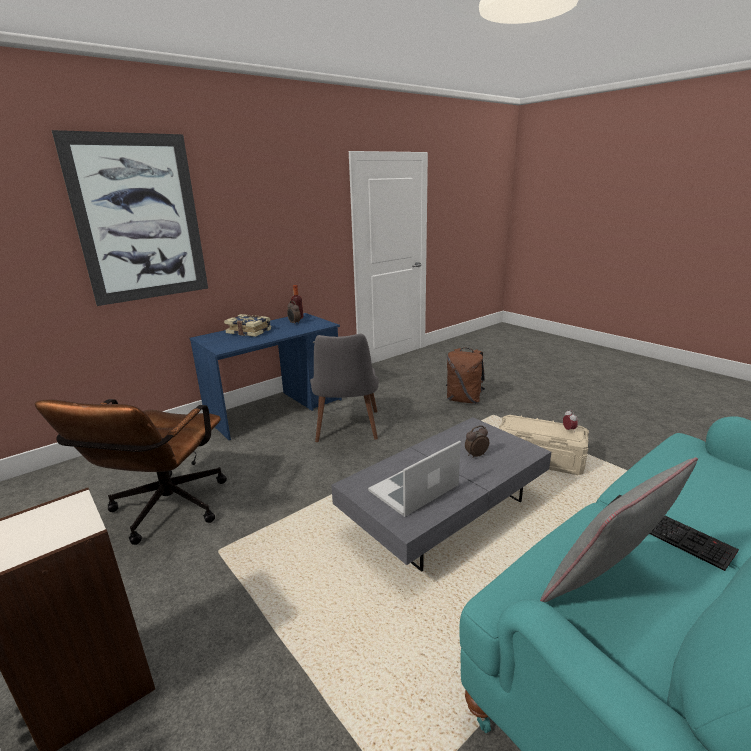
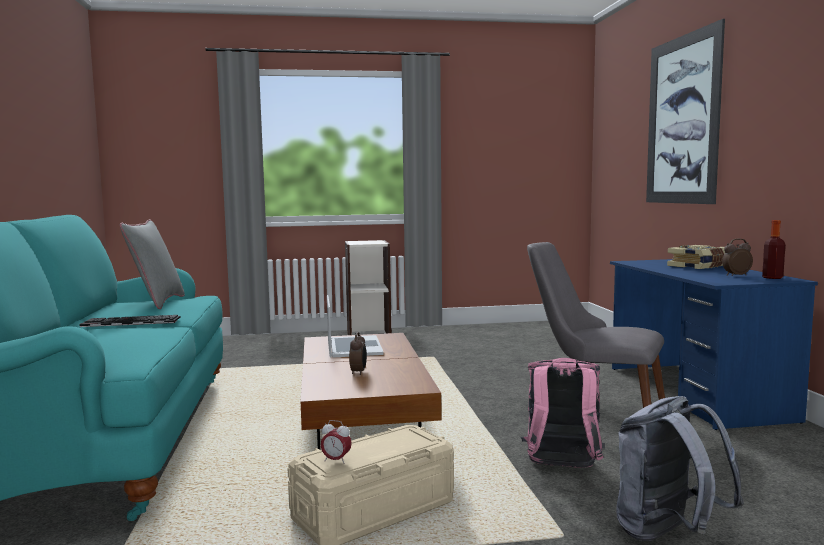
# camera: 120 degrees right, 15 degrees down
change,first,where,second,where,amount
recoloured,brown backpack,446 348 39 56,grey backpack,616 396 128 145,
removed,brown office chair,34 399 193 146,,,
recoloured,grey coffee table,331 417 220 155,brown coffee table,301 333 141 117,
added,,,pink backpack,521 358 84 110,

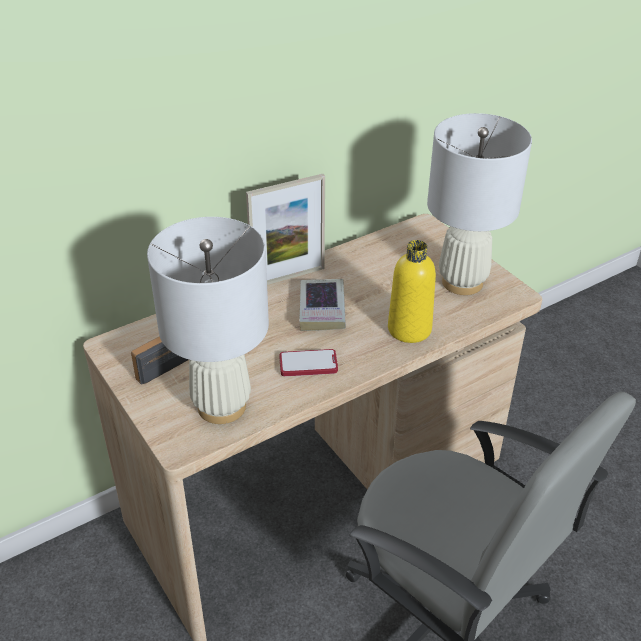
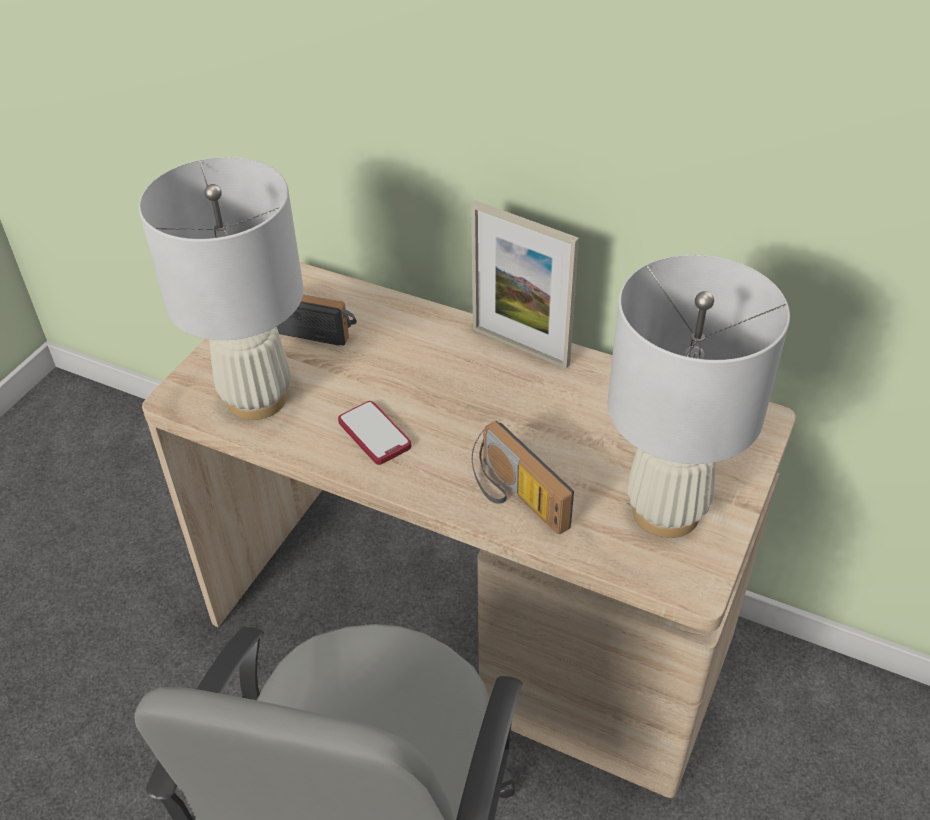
# camera: 60 degrees right, 5 degrees up
change,first,where,second,where,amount
replaced,yellow bottle,388 240 48 103,radio,472 421 102 113,
removed,book,299 279 47 52,,,

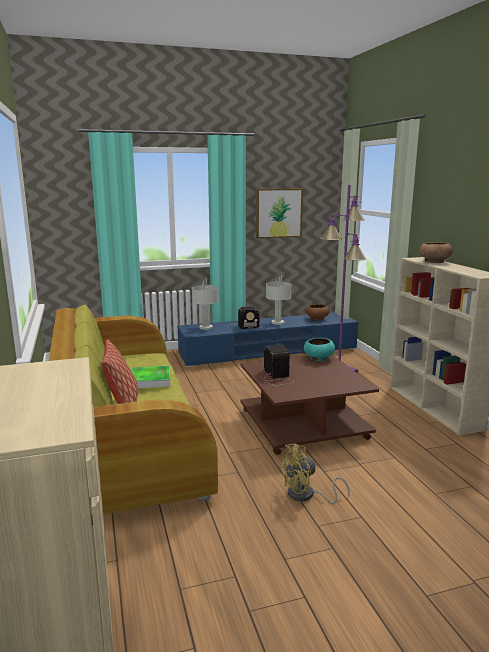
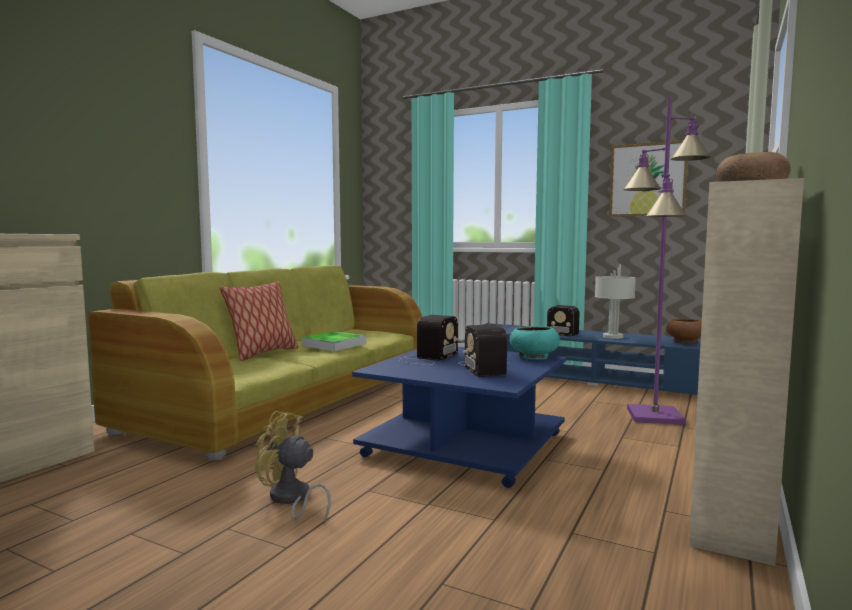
# camera: 45 degrees right, 10 degrees down
change,first,where,second,where,amount
removed,grey table lamp,192 279 27 51,,,
recoloured,brown coffee table,240 355 139 100,blue coffee table,352 347 214 141,
added,,,radio,458 325 49 52,

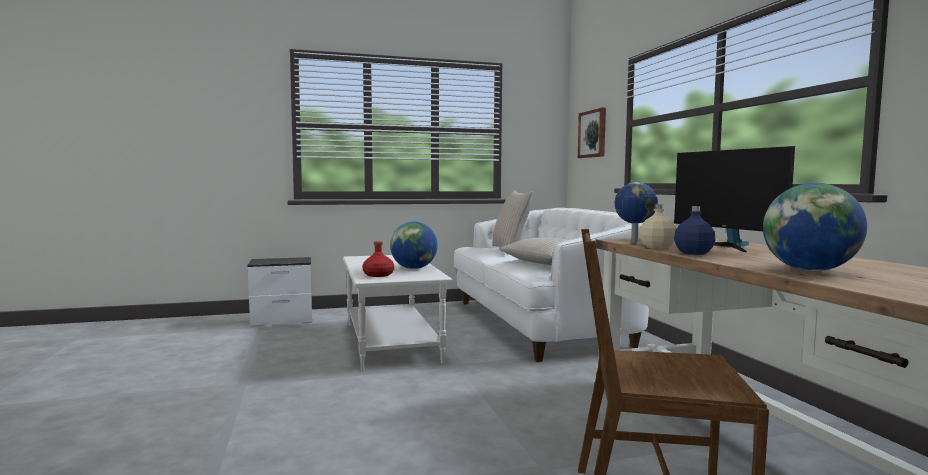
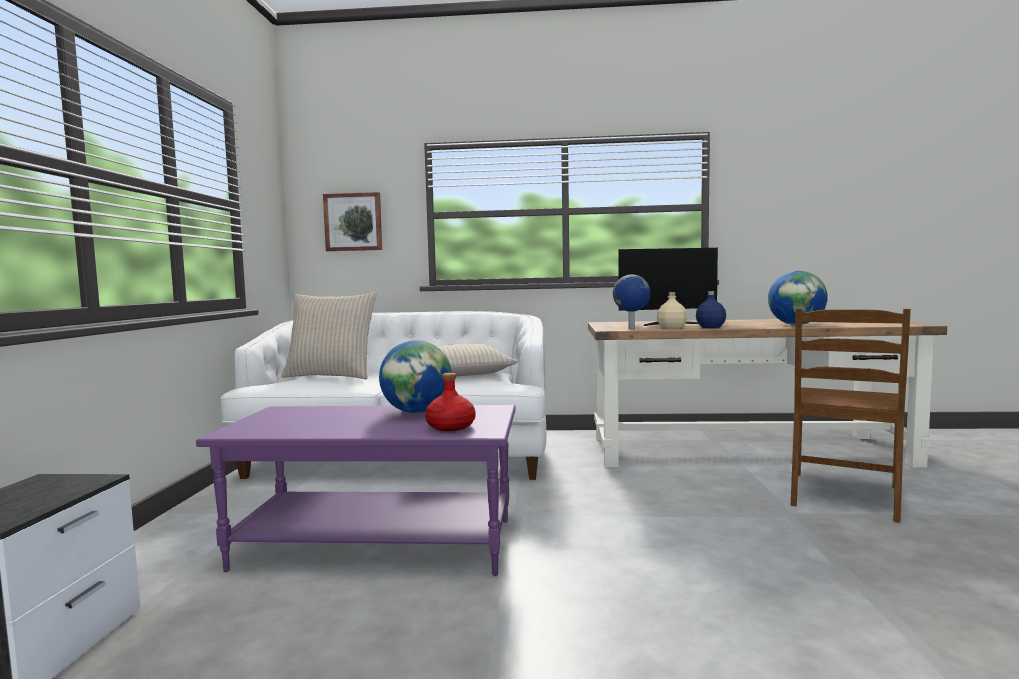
# camera: 70 degrees left, 0 degrees up
change,first,where,second,where,amount
recoloured,white coffee table,343 255 110 116,purple coffee table,196 405 320 171,

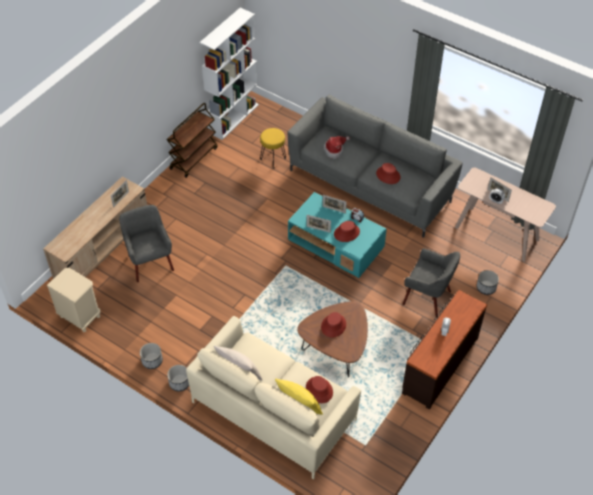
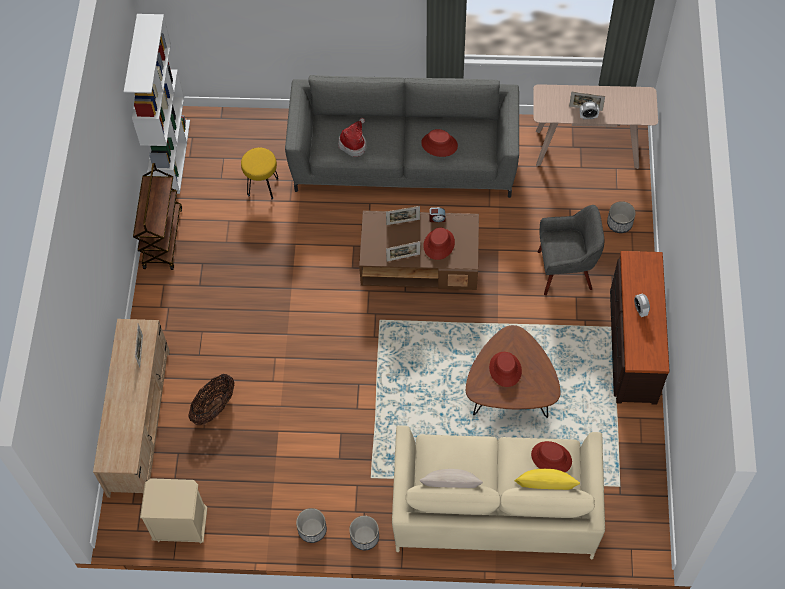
# camera: 30 degrees left, 10 degrees up
change,first,where,second,where,amount
recoloured,turquoise coffee table,288 192 99 86,brown coffee table,359 210 120 80,
replaced,grey armchair,119 205 55 77,basket,189 374 46 51,

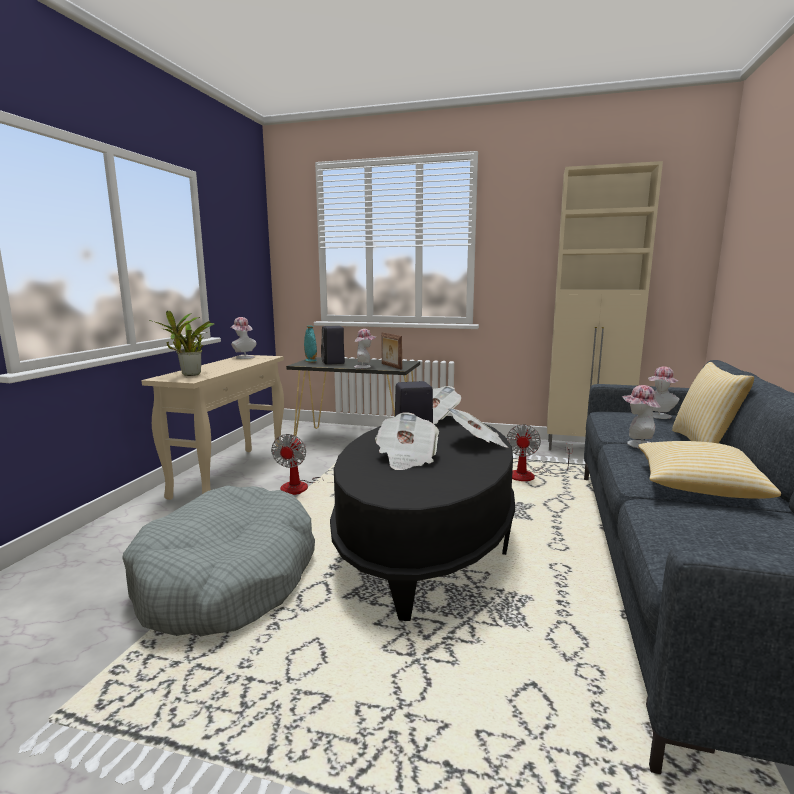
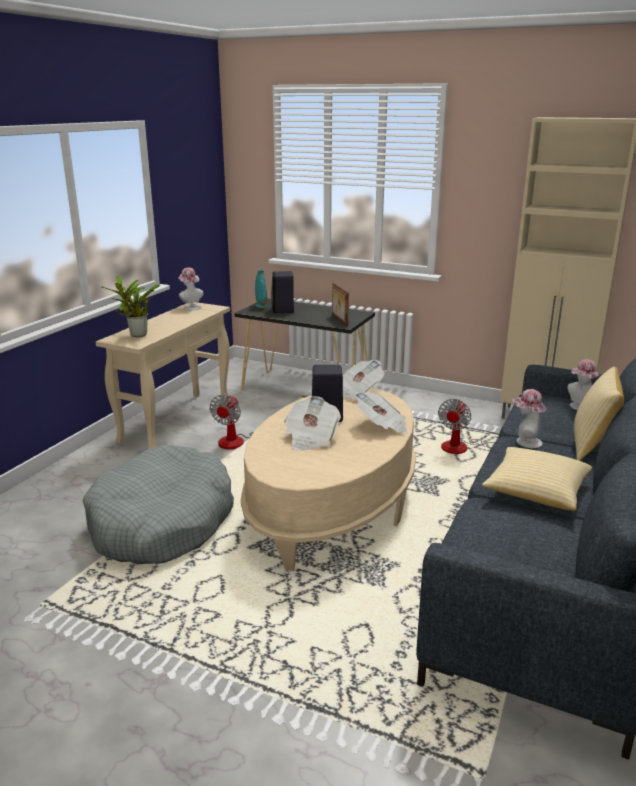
# camera: 10 degrees right, 10 degrees up
change,first,where,second,where,amount
removed,hat,354 329 22 39,,,
recoloured,black coffee table,330 416 185 205,beige coffee table,241 388 175 183,

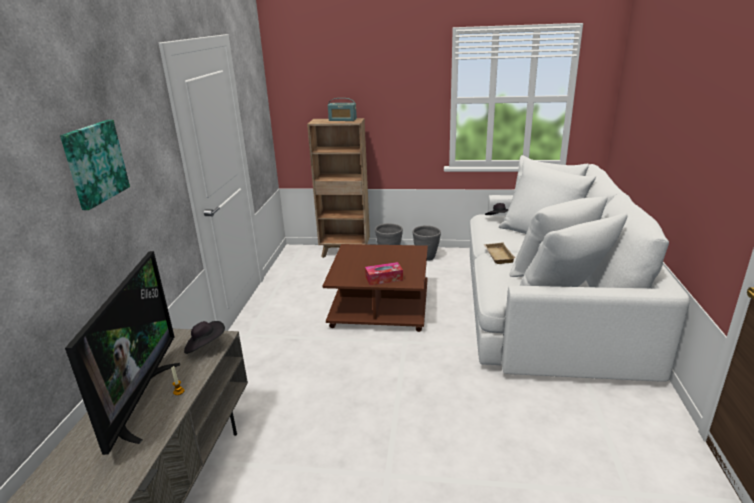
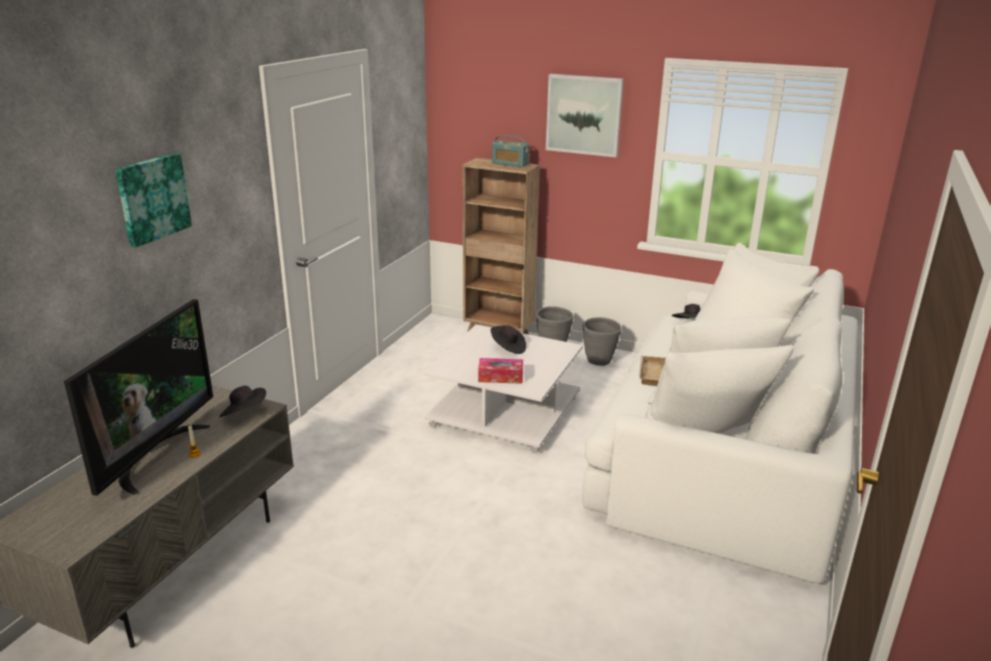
# camera: 15 degrees right, 0 degrees up
change,first,where,second,where,amount
recoloured,brown coffee table,323 244 105 88,white coffee table,423 324 160 129,
added,,,picture,546 74 78 83,
added,,,black hat,491 325 35 29,

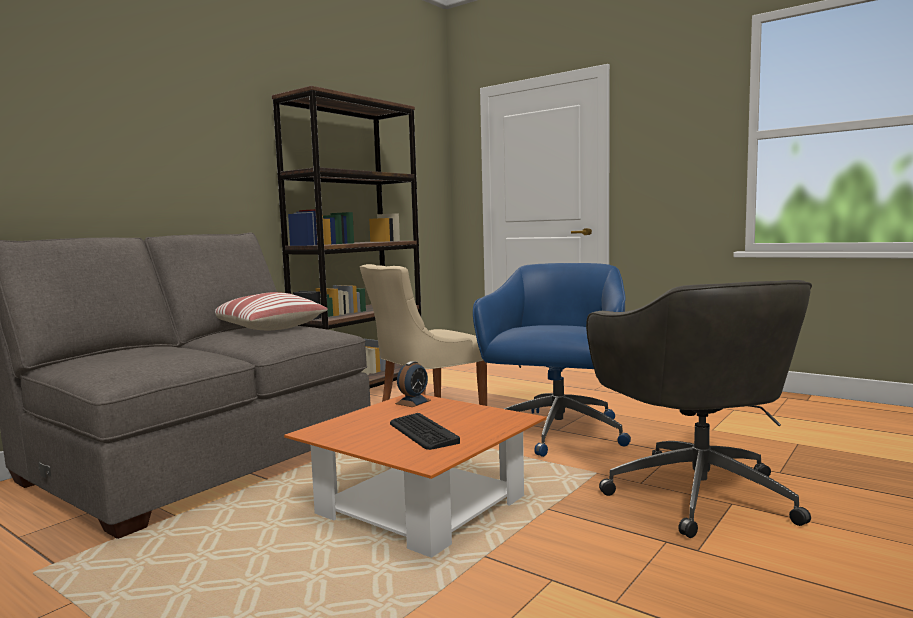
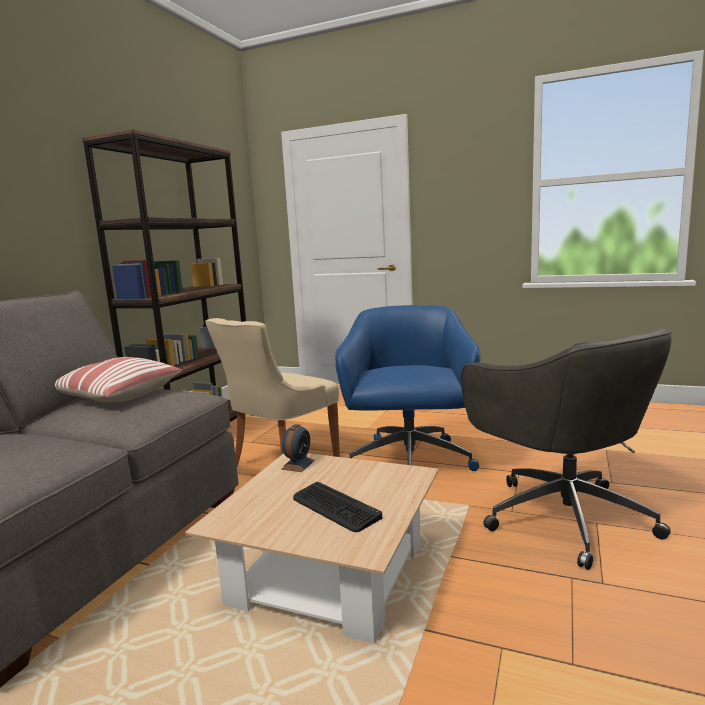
# camera: 15 degrees left, 5 degrees up
change,first,where,second,where,amount
recoloured,orange coffee table,284 394 262 164,beige coffee table,185 453 254 191,

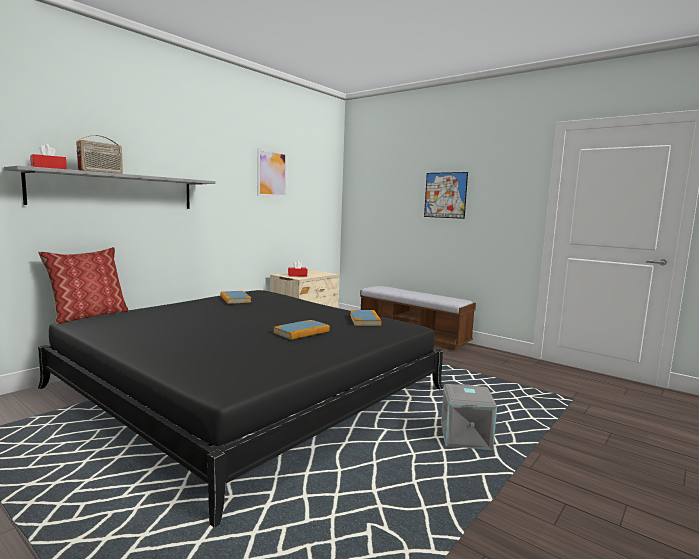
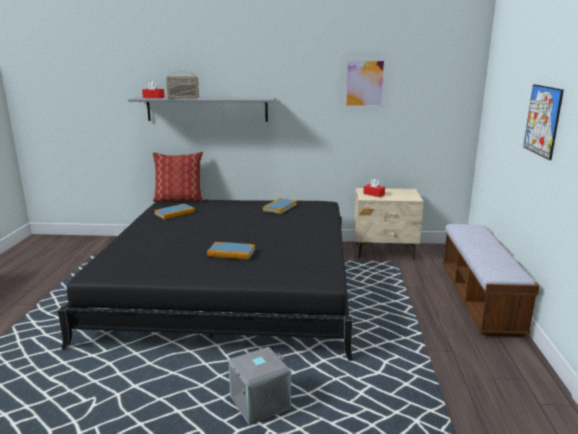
# camera: 55 degrees right, 10 degrees up
change,first,where,second,where,amount
moved,book,350 310 32 16,,154 204 41 16,

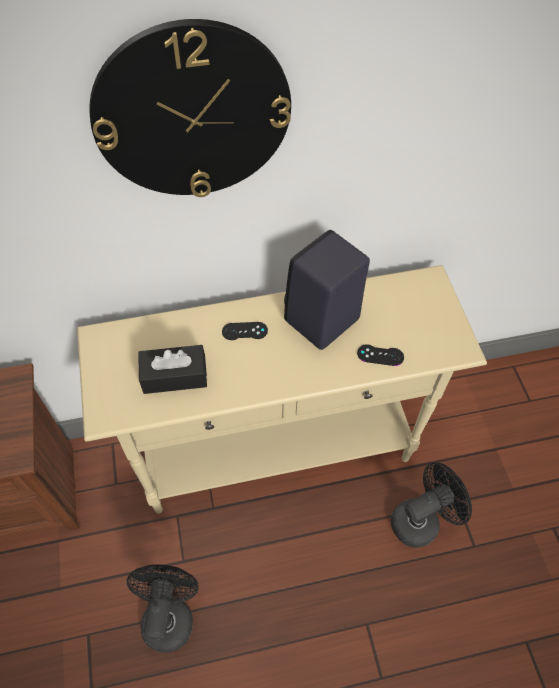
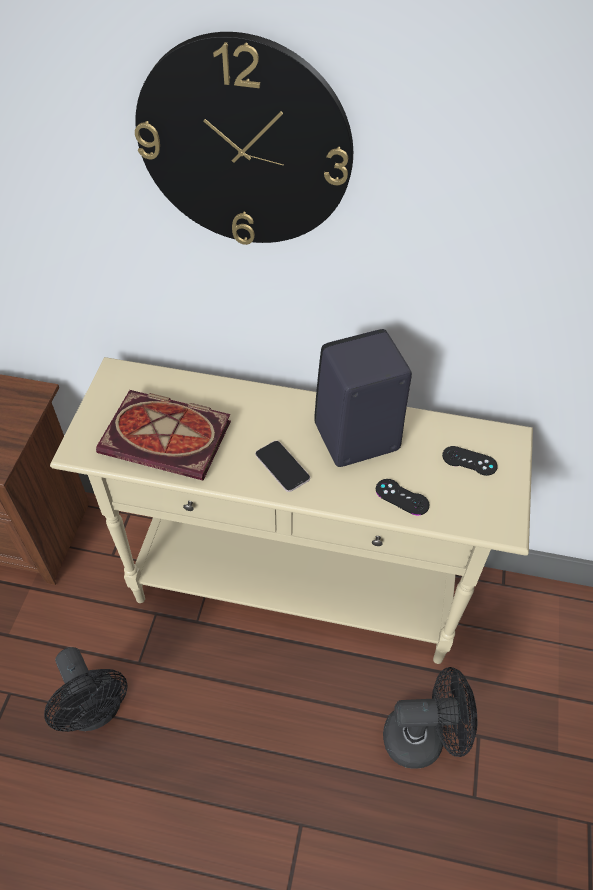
# camera: 25 degrees right, 5 degrees down
change,first,where,second,where,amount
moved,black game controller,222 322 46 18,,442 446 56 30,
replaced,black tissue box,138 345 69 49,book,96 390 135 90,
turned,black fan,127 564 72 88,,44 647 84 85,120 degrees clockwise
added,,,phone,255 441 55 51,

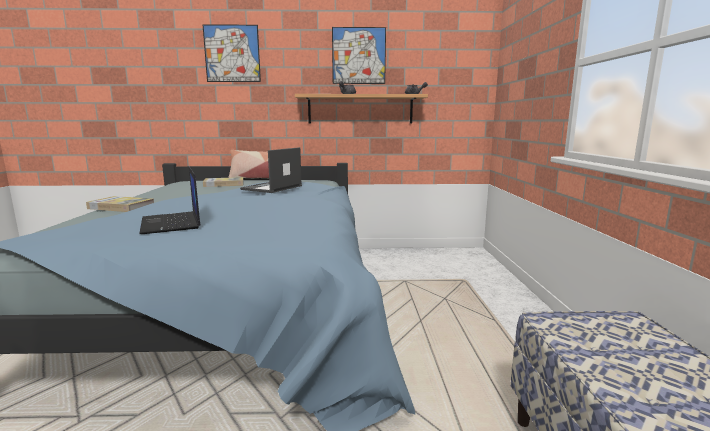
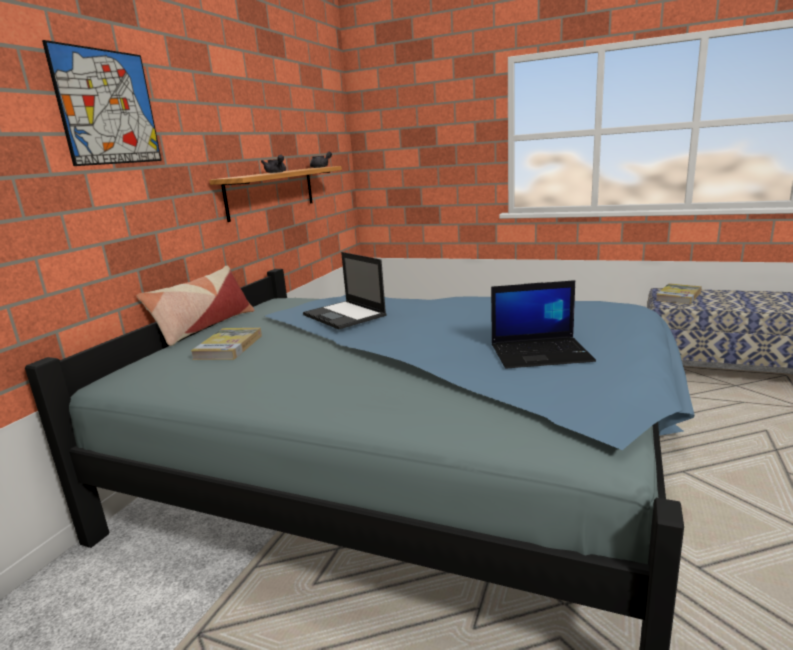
# camera: 65 degrees left, 5 degrees up
change,first,where,second,where,amount
removed,picture,332 27 54 57,,,
moved,book,86 196 68 16,,656 283 46 22,

